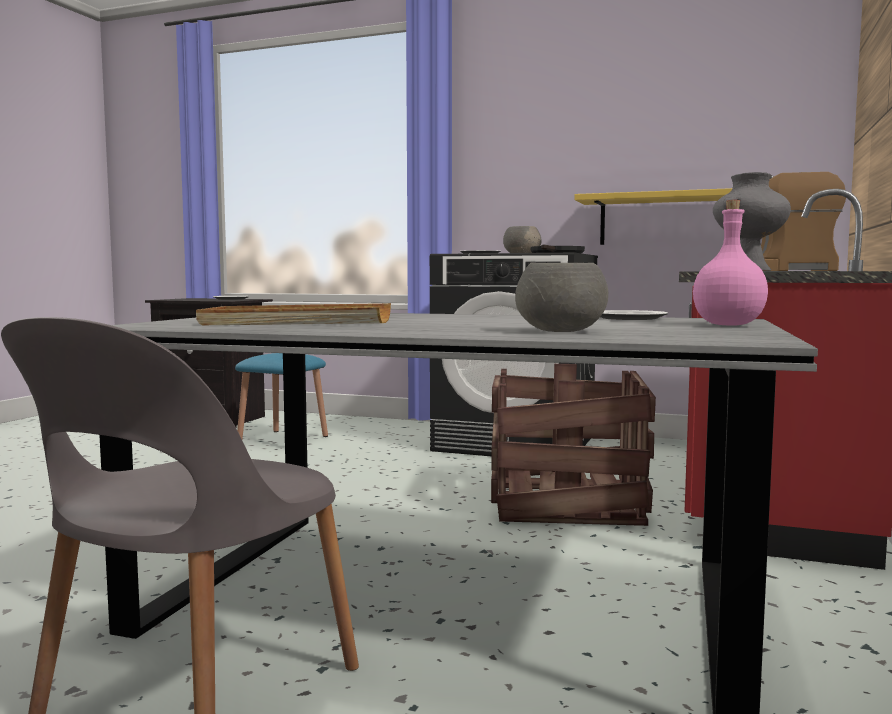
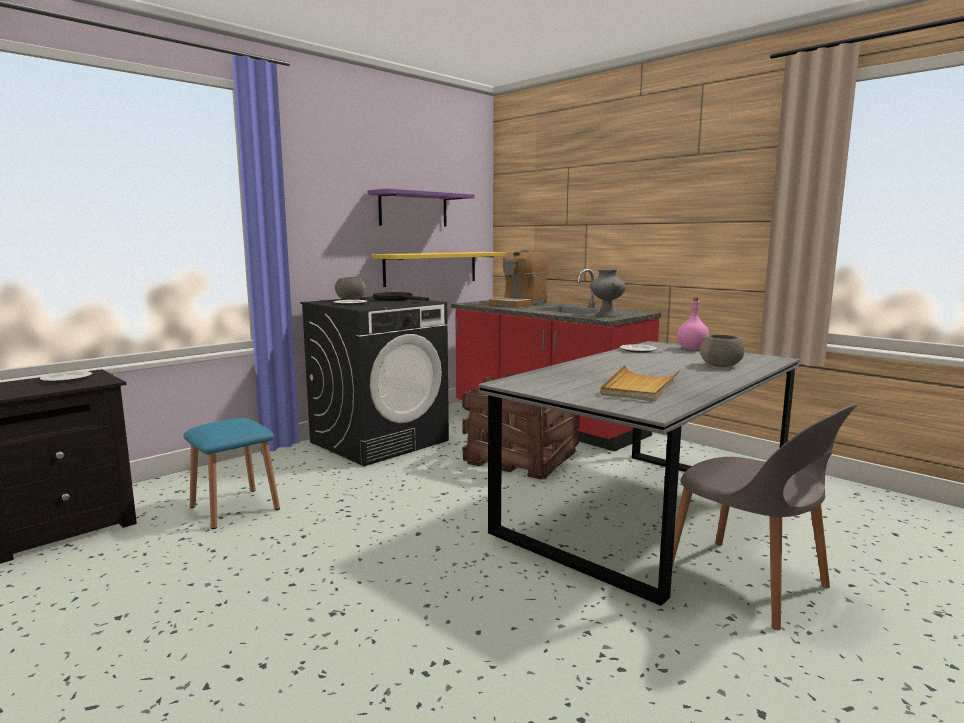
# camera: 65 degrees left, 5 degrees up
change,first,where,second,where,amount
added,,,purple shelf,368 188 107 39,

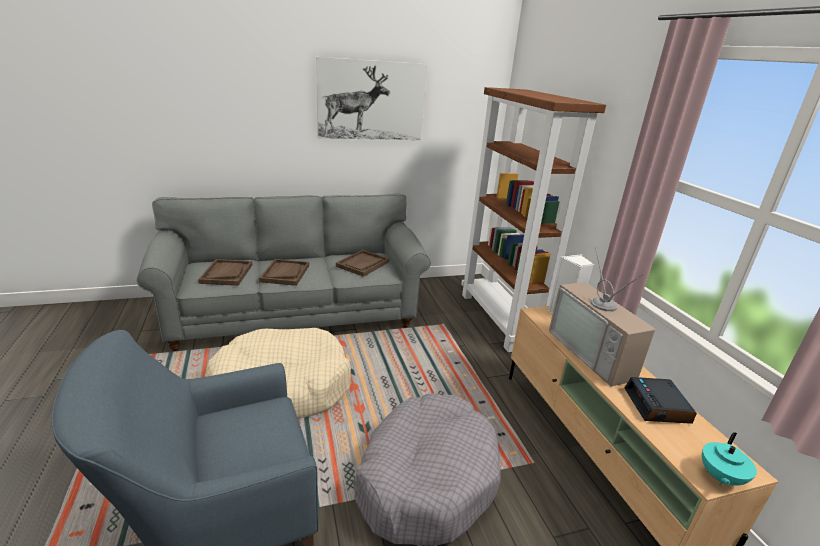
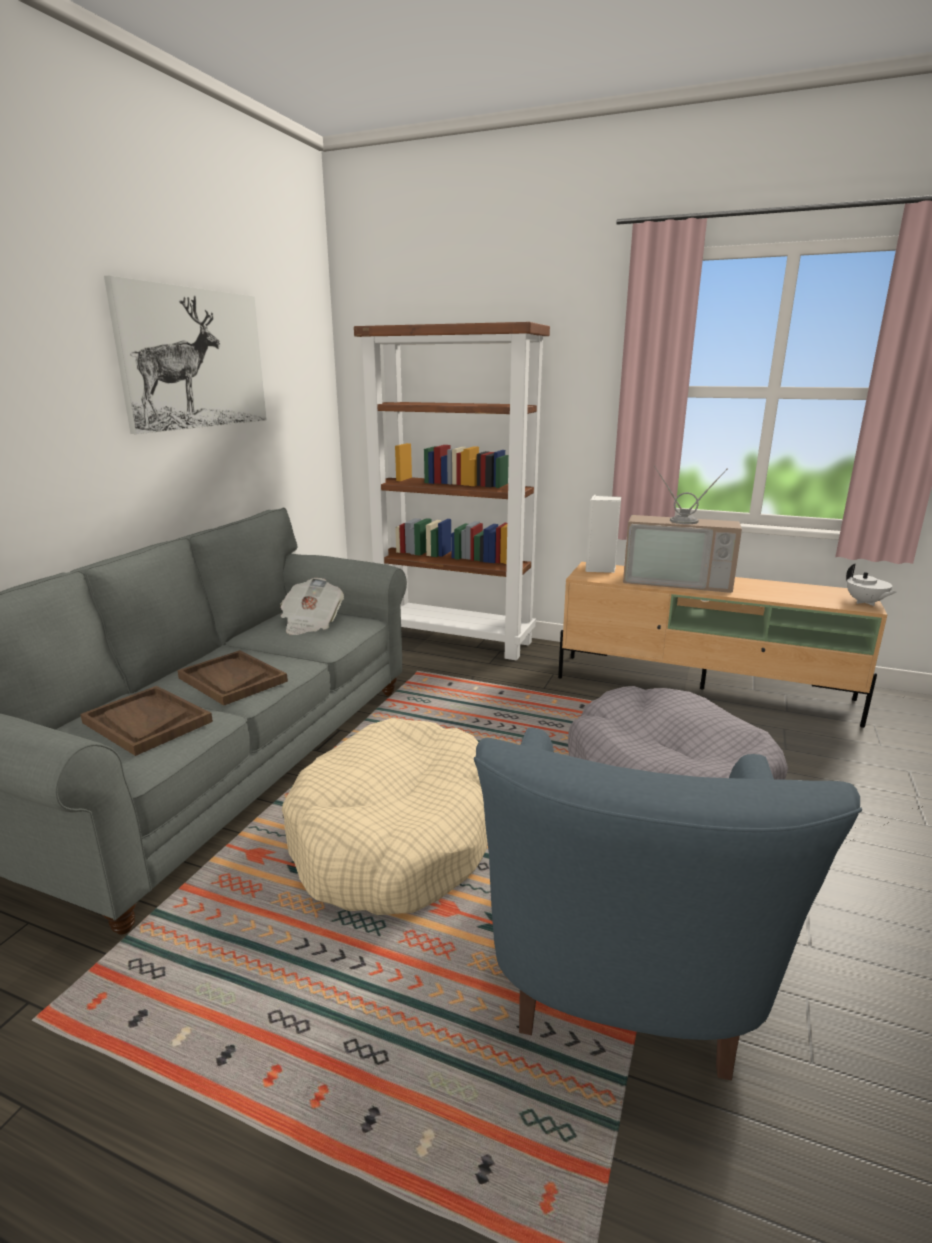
# camera: 50 degrees left, 5 degrees down
change,first,where,second,where,amount
replaced,brown tray,336 250 53 27,newspaper,280 578 64 57,
removed,alarm clock,625 377 72 47,,,
recoloured,turquoise teapot,702 432 55 54,white teapot,846 564 51 42,

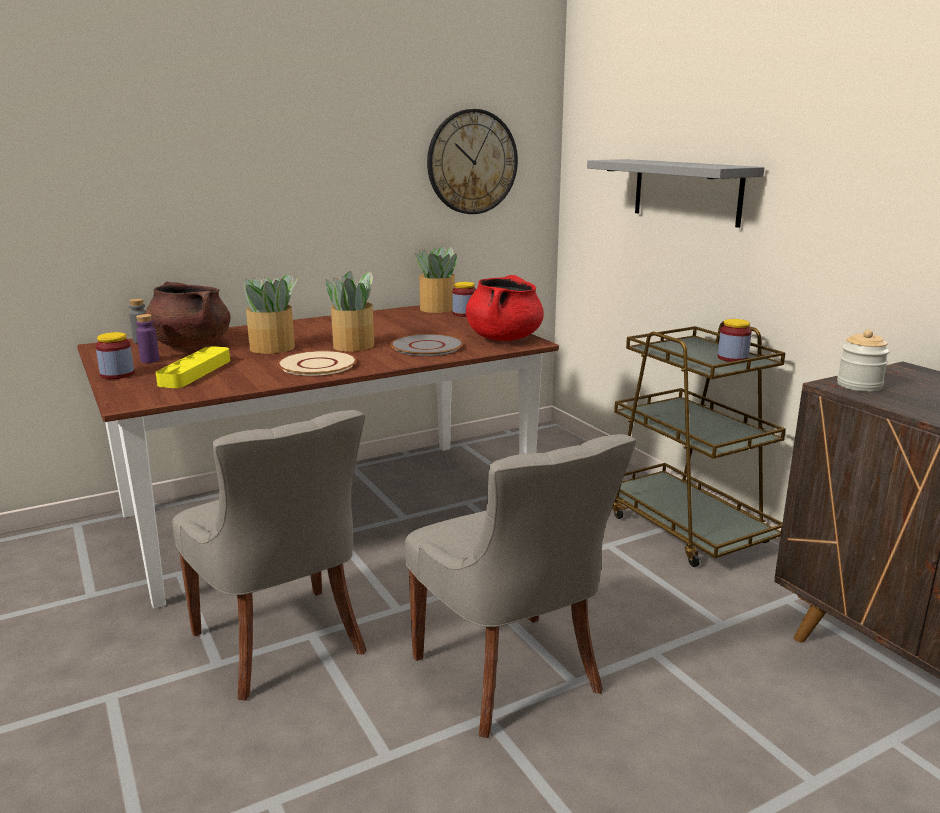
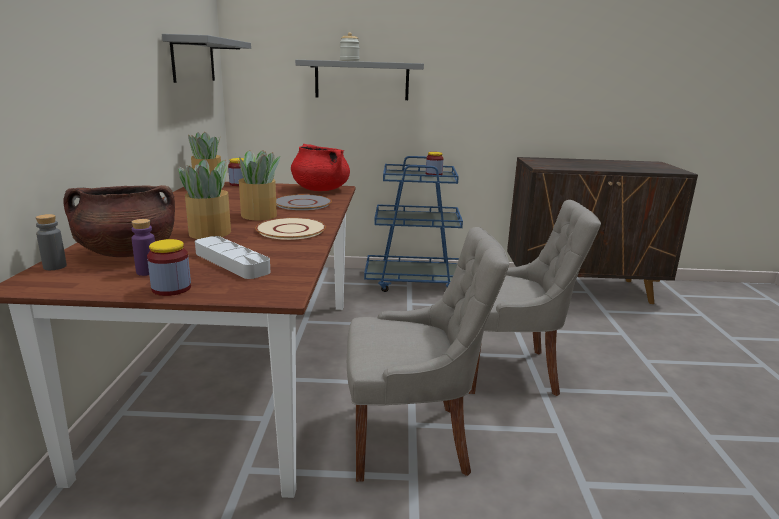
# camera: 60 degrees left, 0 degrees up
change,first,where,second,where,amount
replaced,wall clock,427 109 91 105,grey shelf,162 34 89 49,
recoloured,brown cart,612 321 174 246,blue cart,364 156 99 136,
moved,jar,837 330 53 62,,340 32 20 29,
recoloured,yellow tray,156 346 74 42,grey tray,195 236 76 43,

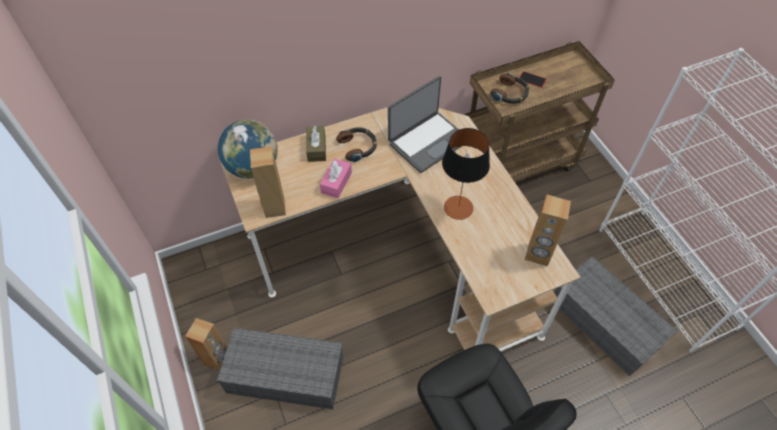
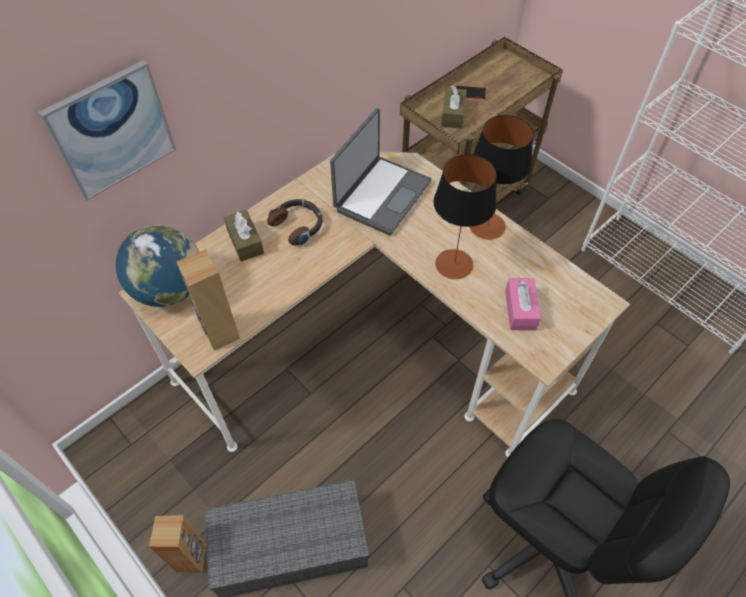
# camera: 20 degrees left, 0 degrees up
change,first,where,second,where,amount
replaced,headphones,490 73 39 31,brown tissue box,441 86 26 43,
moved,pink tissue box,320 158 32 40,,505 278 36 52,
removed,brown speaker,525 194 46 73,,,
removed,grey storage box,554 256 123 120,,,
added,,,picture,38 60 138 141,
added,,,table lamp,470 115 64 125,

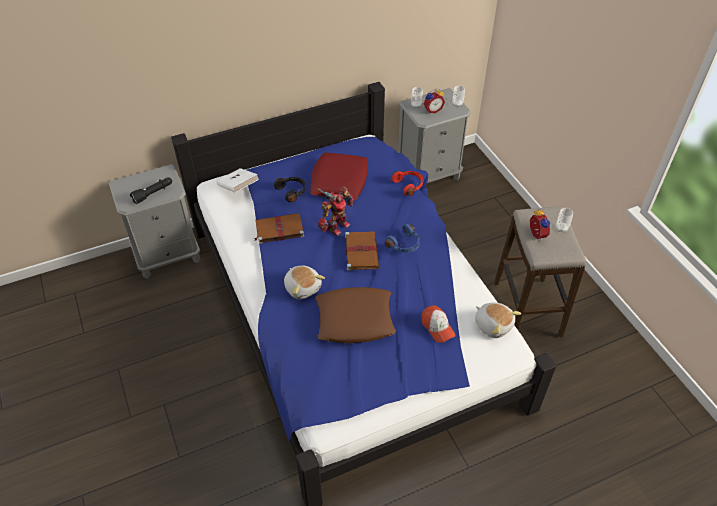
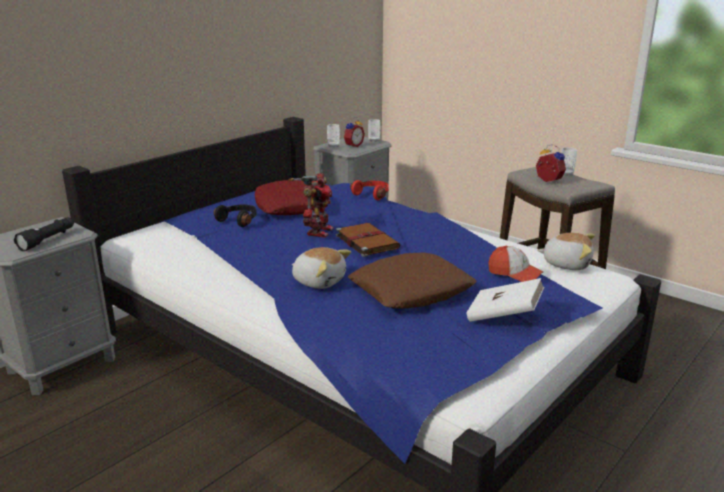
# camera: 25 degrees left, 25 degrees down
change,first,where,second,where,amount
moved,white book,217 168 42 25,,466 278 78 44,
removed,brown book,254 213 50 31,,,
removed,blue headphones,385 224 35 29,,,

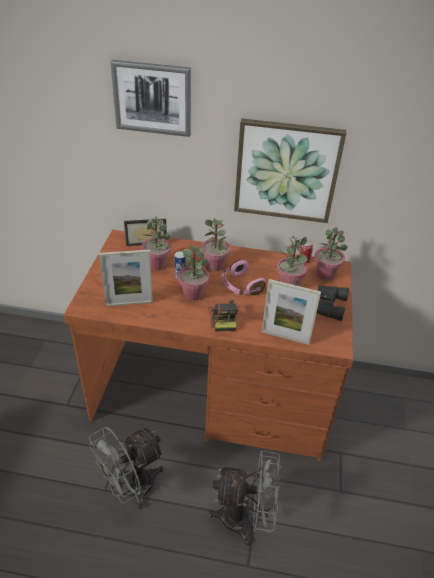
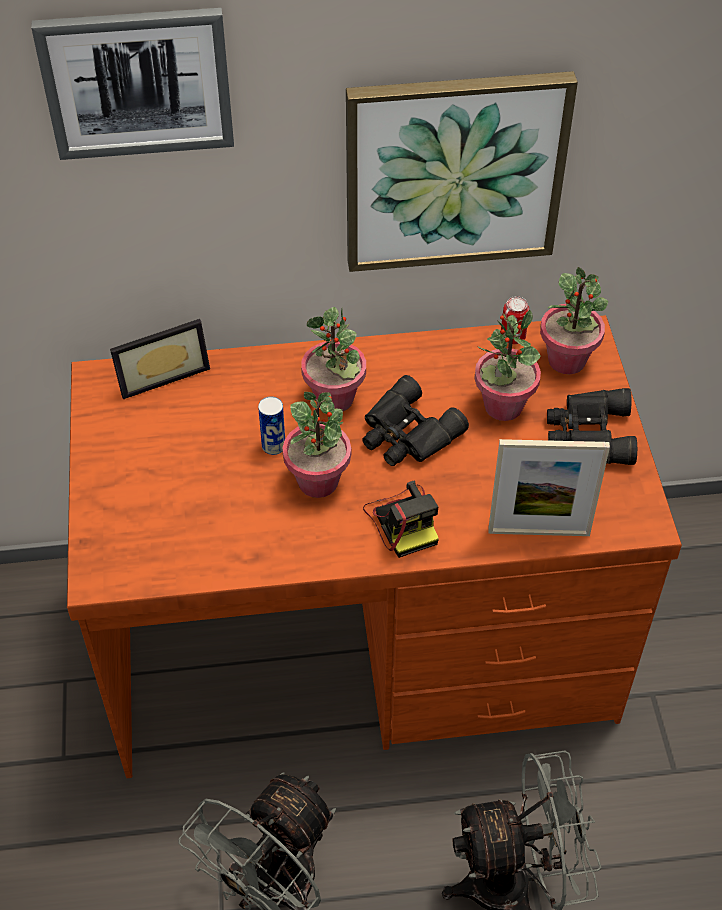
# camera: 15 degrees left, 10 degrees up
change,first,where,second,where,amount
removed,potted plant,141 216 30 54,,,
removed,picture frame,99 249 54 57,,,
replaced,pink headphones,221 260 45 35,black binoculars,362 375 107 91,

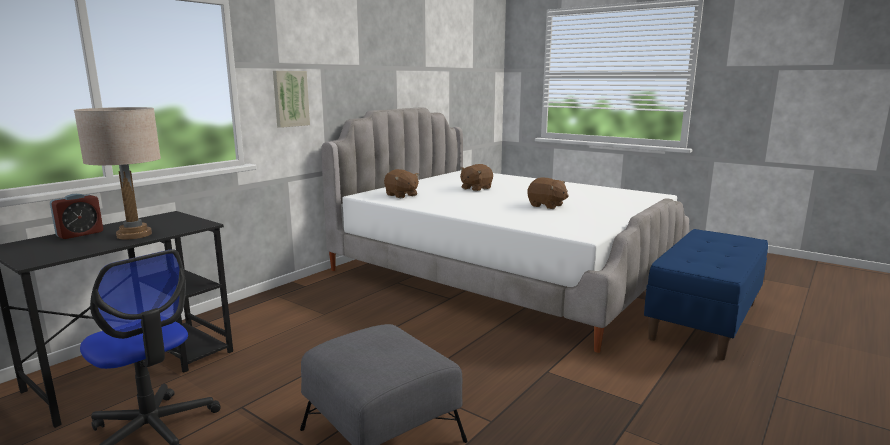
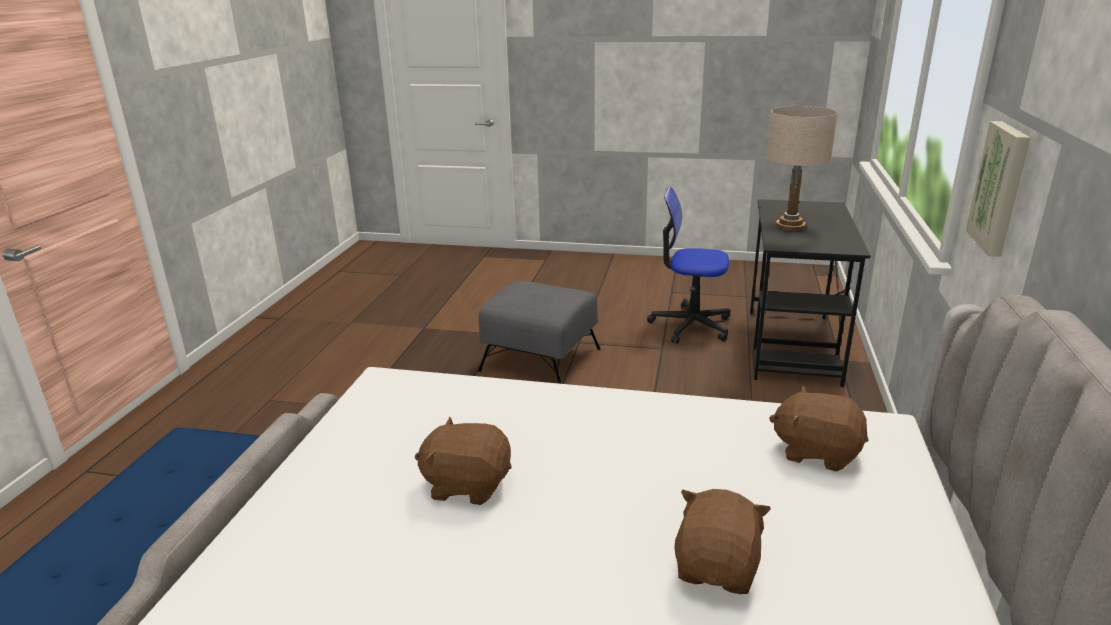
# camera: 155 degrees right, 10 degrees up
change,first,where,second,where,amount
removed,alarm clock,50 194 53 45,,,

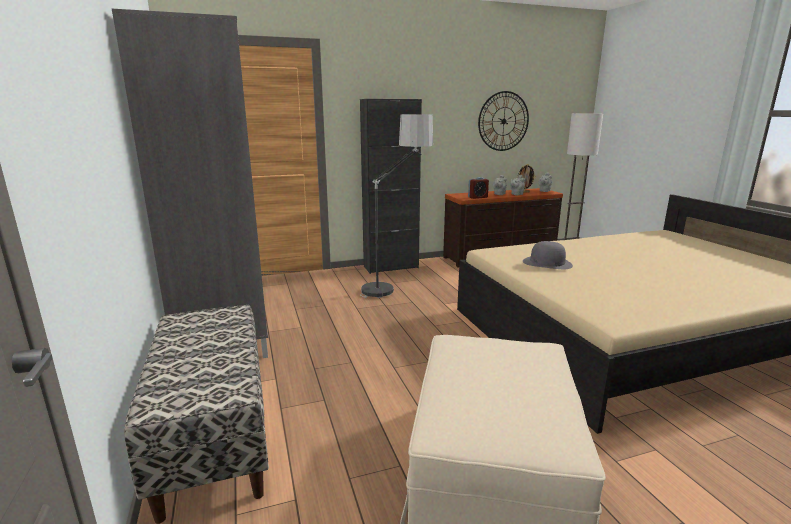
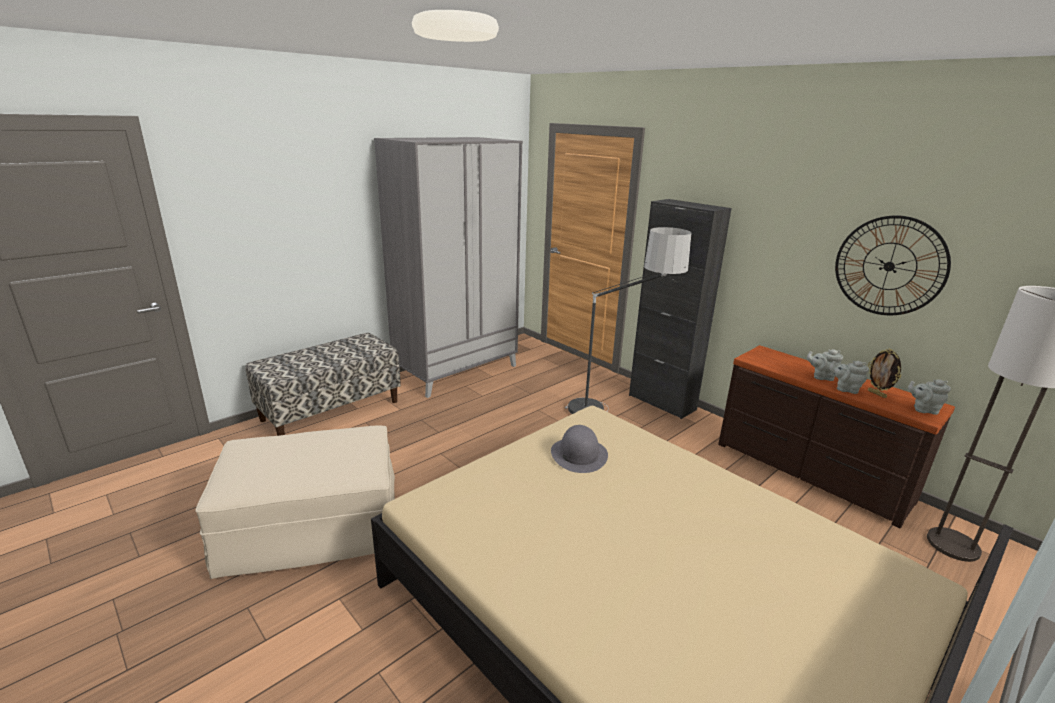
# camera: 65 degrees right, 5 degrees up
change,first,where,second,where,amount
removed,alarm clock,468 177 21 22,,,

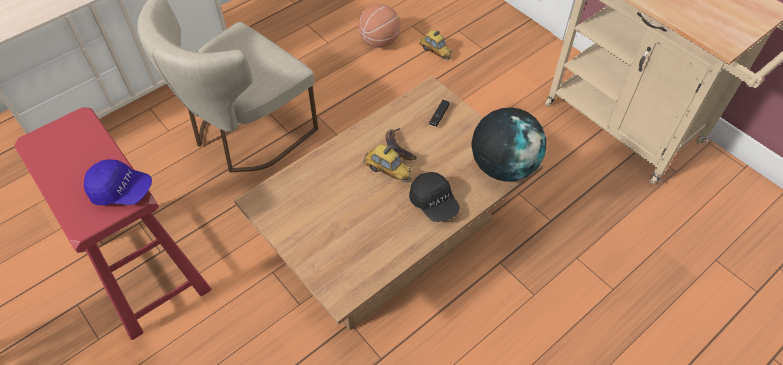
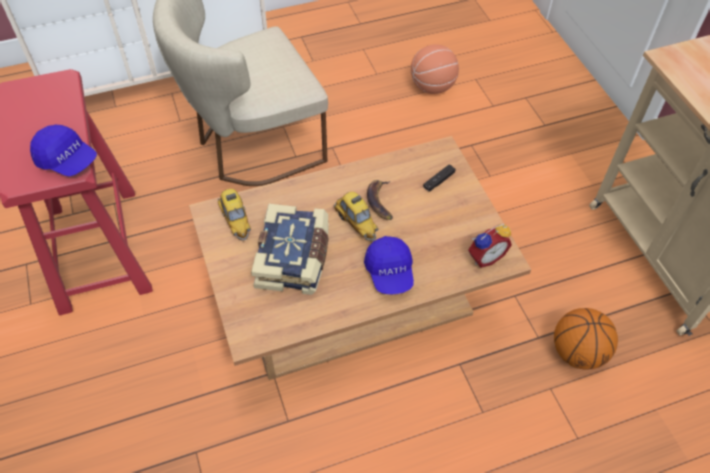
# camera: 20 degrees right, 0 degrees up
change,first,where,second,where,amount
moved,toy car,419 30 33 30,,218 189 33 52,
replaced,globe,471 107 76 75,alarm clock,468 224 44 44,
recoloured,black cap,409 172 51 50,blue cap,364 236 50 58,
added,,,book,251 204 78 91,
added,,,basketball,554 308 64 62,

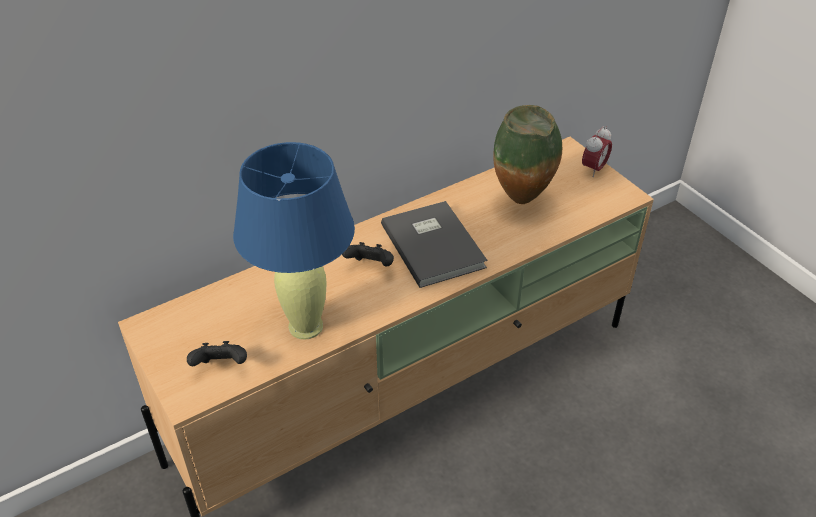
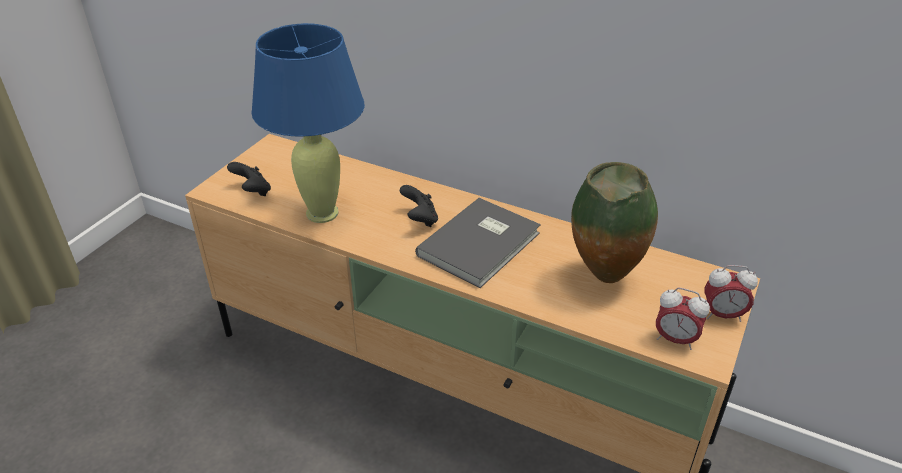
# camera: 60 degrees right, 5 degrees down
change,first,where,second,where,amount
added,,,alarm clock,656 288 54 62,

